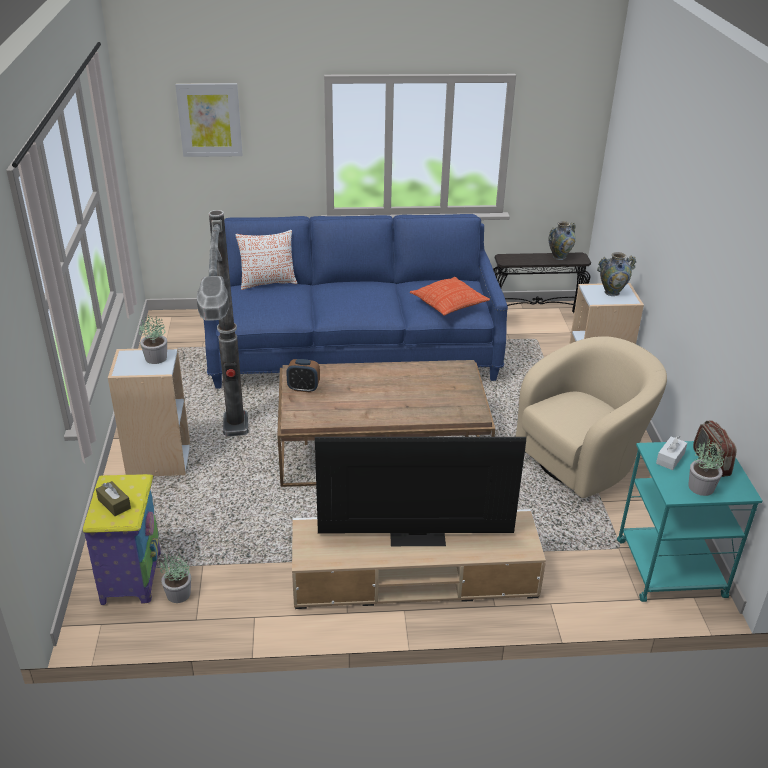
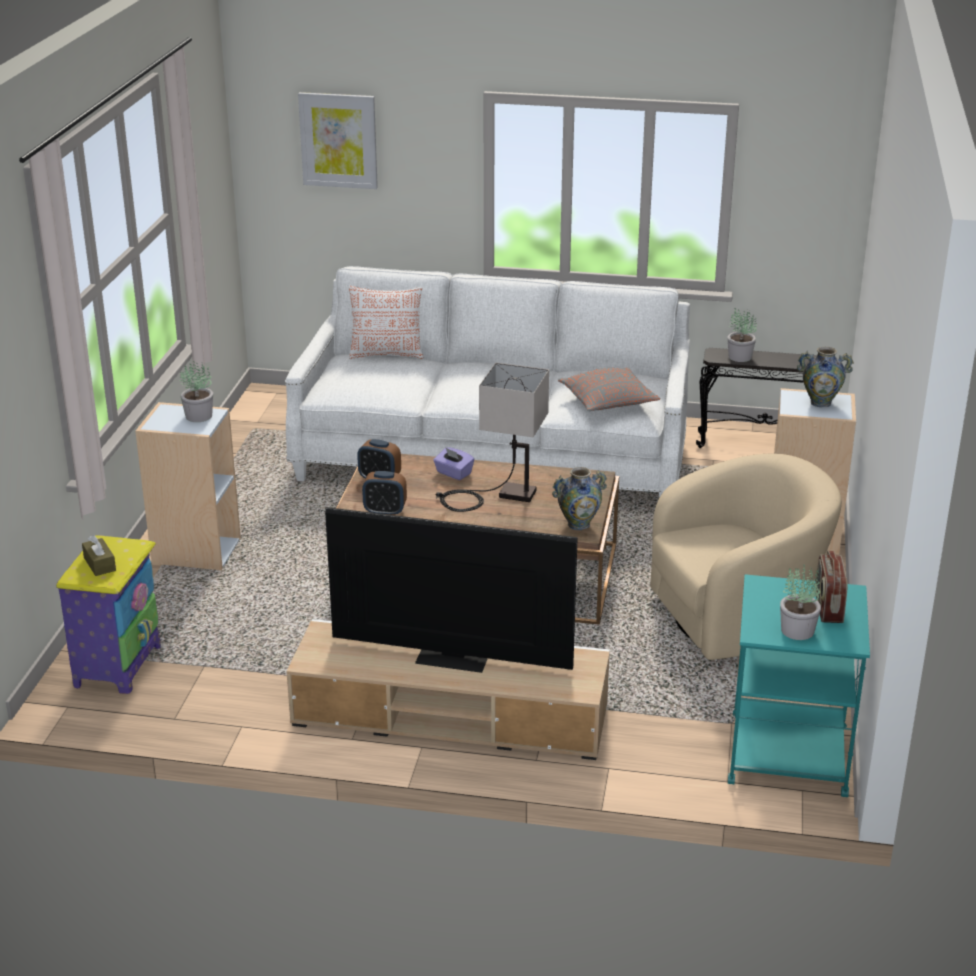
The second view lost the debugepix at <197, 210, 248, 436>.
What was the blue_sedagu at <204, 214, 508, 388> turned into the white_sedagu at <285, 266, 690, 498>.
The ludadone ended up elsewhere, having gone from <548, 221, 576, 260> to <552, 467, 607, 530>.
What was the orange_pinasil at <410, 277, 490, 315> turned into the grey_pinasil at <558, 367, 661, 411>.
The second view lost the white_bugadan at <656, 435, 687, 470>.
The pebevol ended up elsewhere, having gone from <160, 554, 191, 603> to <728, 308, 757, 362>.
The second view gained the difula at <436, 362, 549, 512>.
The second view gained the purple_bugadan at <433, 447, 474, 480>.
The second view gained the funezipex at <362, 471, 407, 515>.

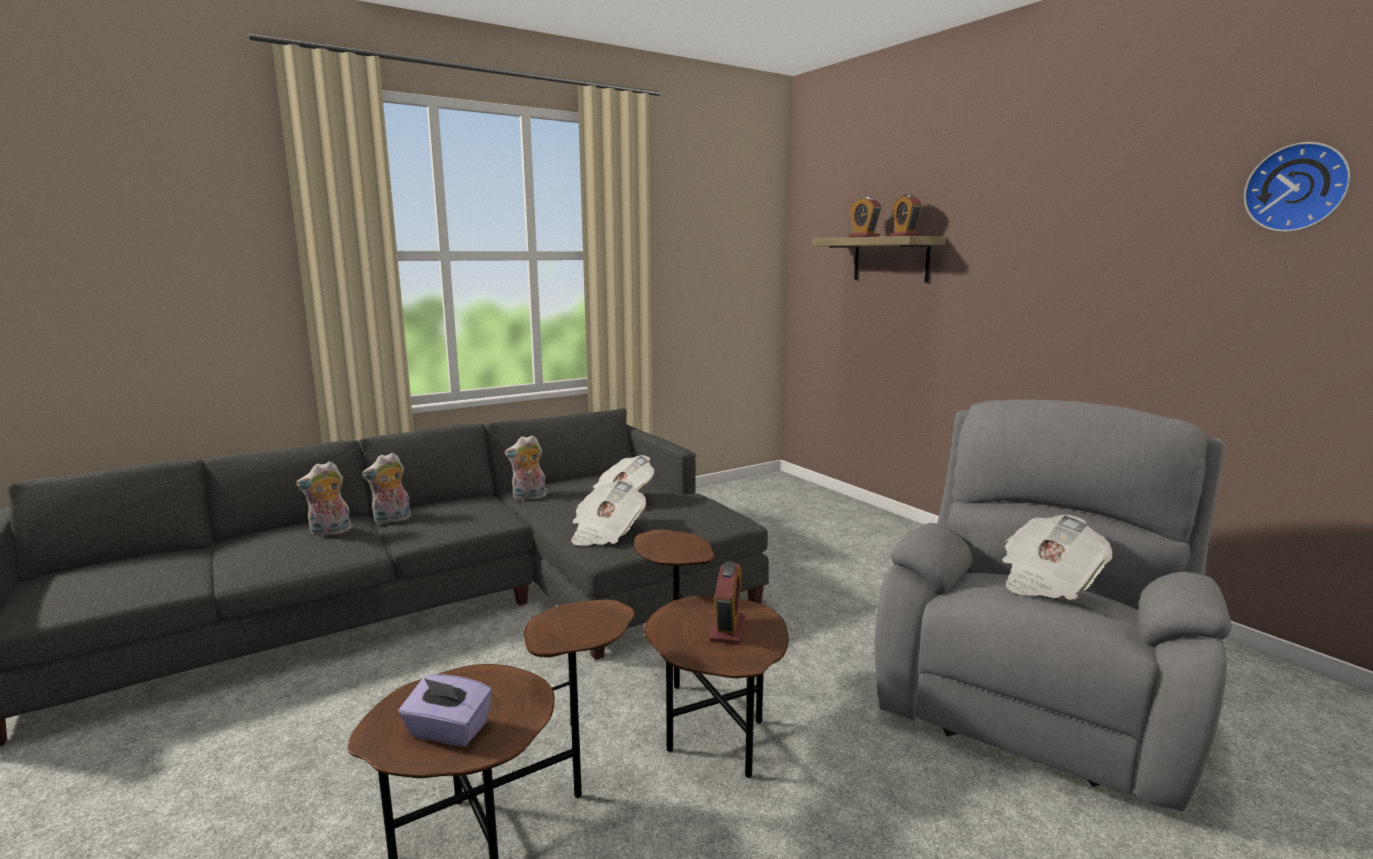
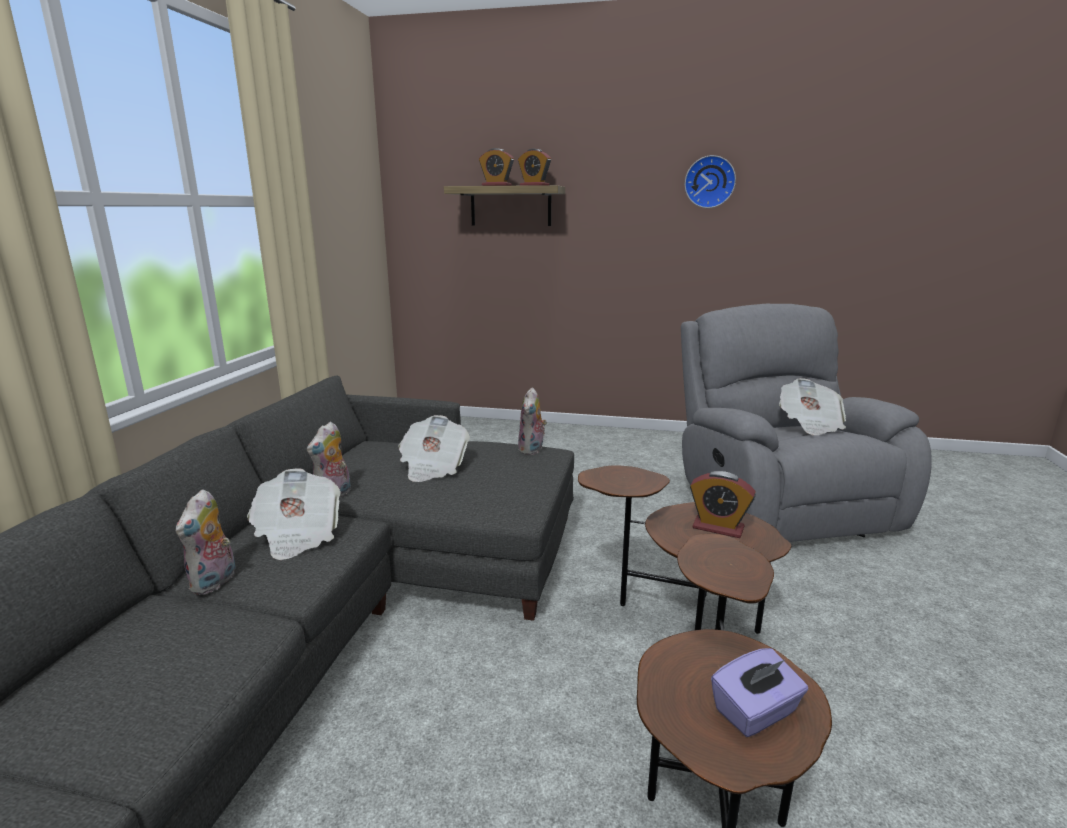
The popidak ended up elsewhere, having gone from <1244, 142, 1351, 232> to <685, 155, 736, 208>.
The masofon ended up elsewhere, having gone from <296, 461, 353, 537> to <518, 387, 547, 455>.
The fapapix ended up elsewhere, having gone from <571, 480, 646, 546> to <247, 468, 341, 560>.
The funezipex at <709, 561, 746, 644> ended up facing another way, 150 degrees clockwise from before.

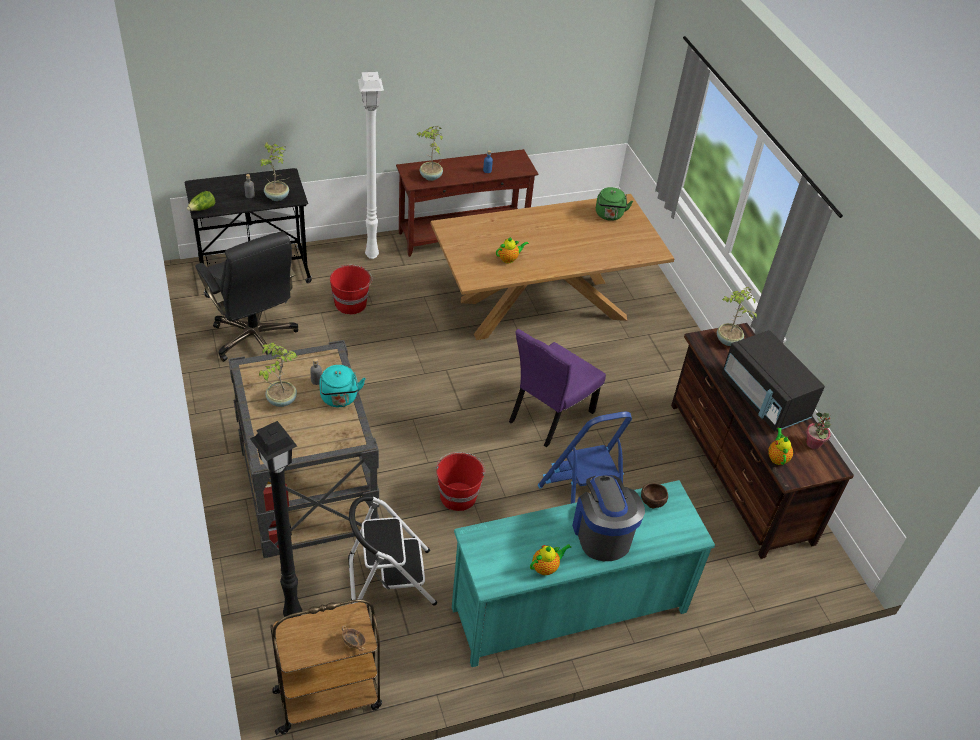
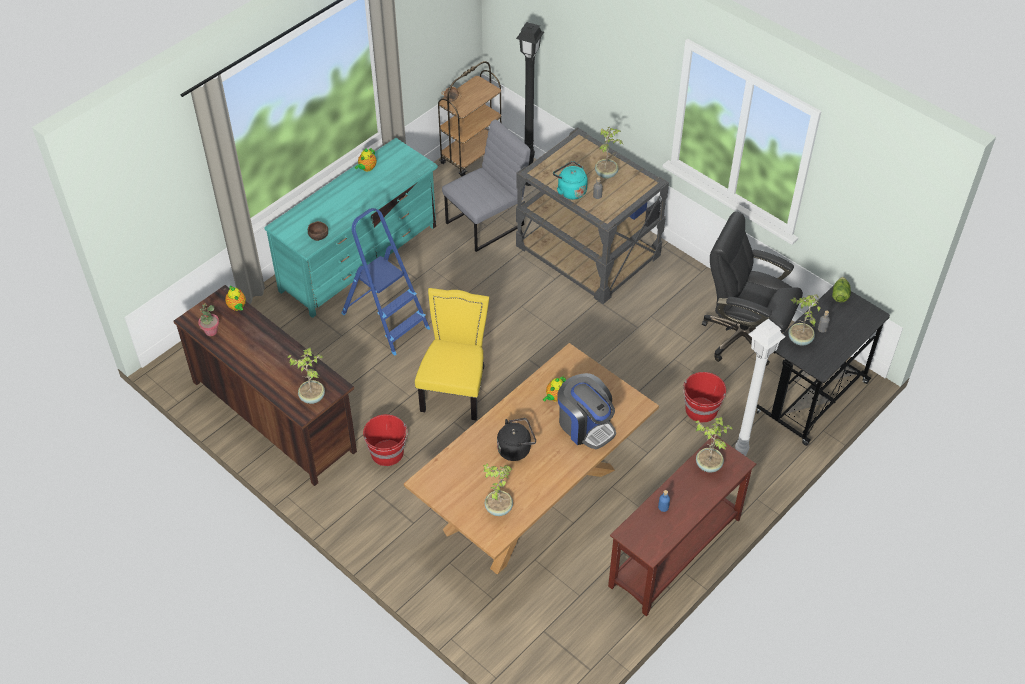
Where the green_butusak stood at <596, 187, 633, 221>, the pebevol came to stand at <483, 463, 513, 516>.
What was the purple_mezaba at <509, 329, 606, 447> turned into the yellow_mezaba at <415, 288, 489, 420>.
The second view lost the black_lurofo at <722, 330, 825, 432>.
The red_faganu ended up elsewhere, having gone from <436, 452, 485, 511> to <363, 414, 408, 466>.
The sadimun ended up elsewhere, having gone from <572, 474, 645, 561> to <557, 373, 616, 449>.
Where the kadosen stood at <348, 496, 437, 605>, the grey_mezaba came to stand at <442, 119, 530, 252>.
The second view gained the black_butusak at <497, 418, 536, 461>.

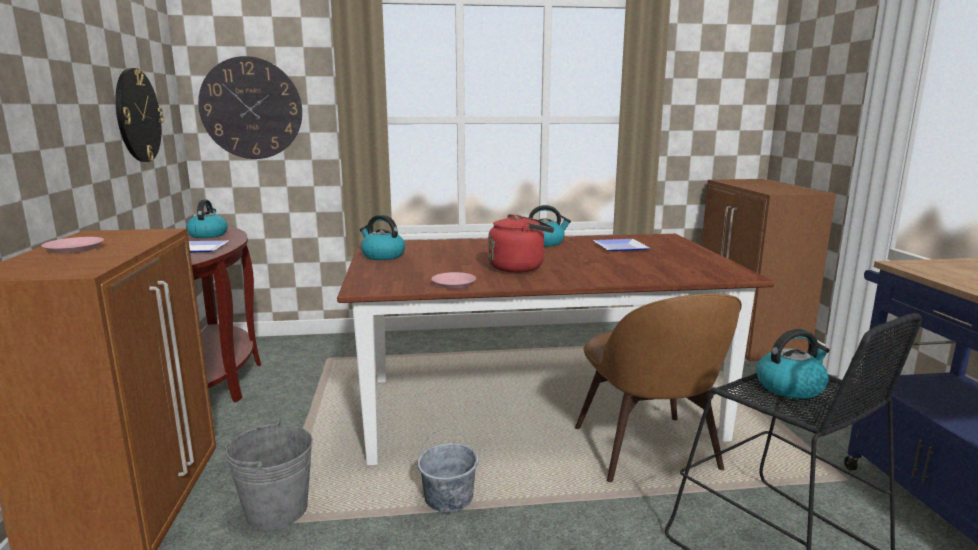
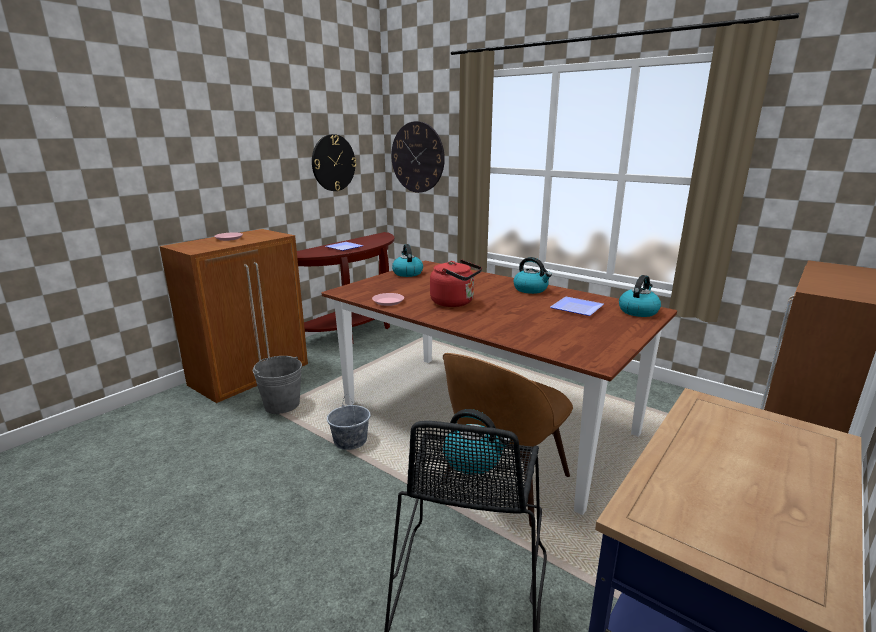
The butusak ended up elsewhere, having gone from <186, 200, 228, 238> to <619, 275, 661, 317>.

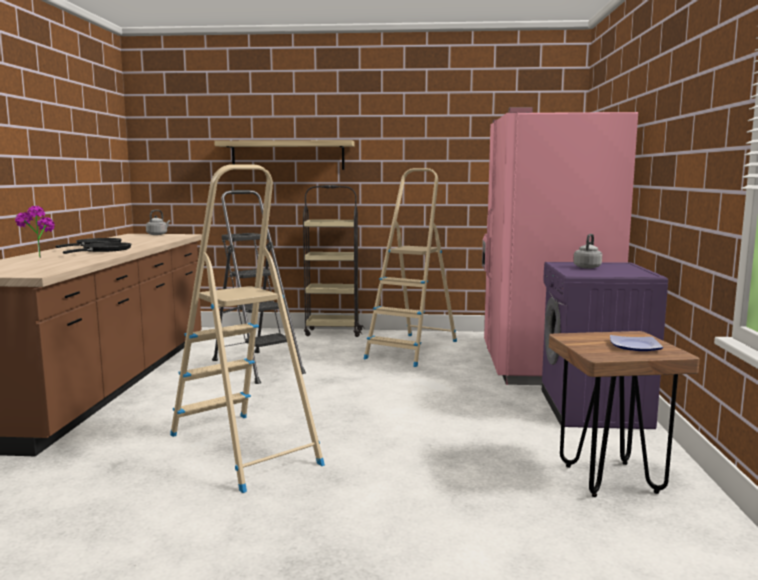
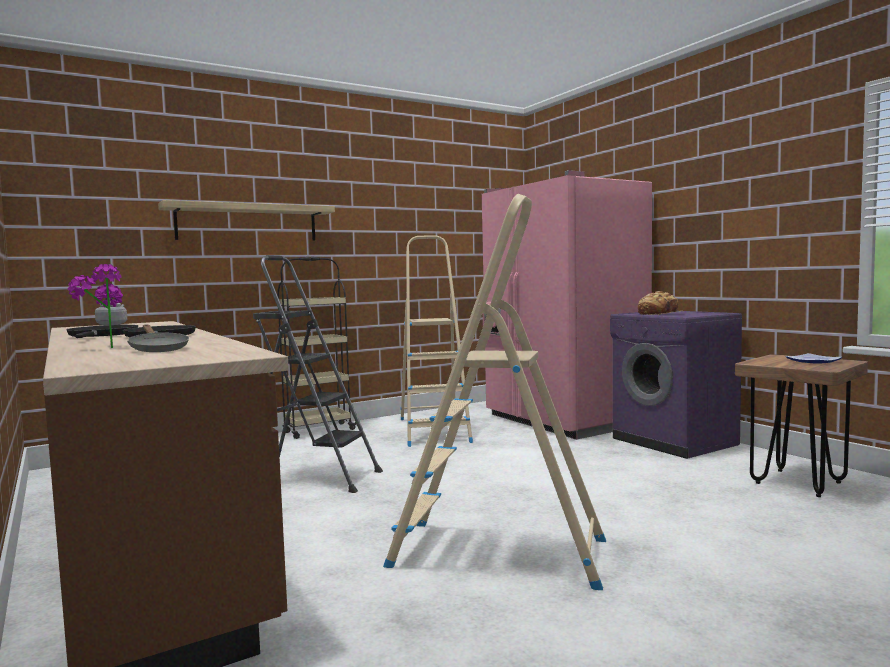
Where the grey_butusak stood at <573, 234, 602, 268>, the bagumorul came to stand at <638, 291, 683, 315>.
The second view gained the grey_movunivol at <127, 325, 189, 352>.

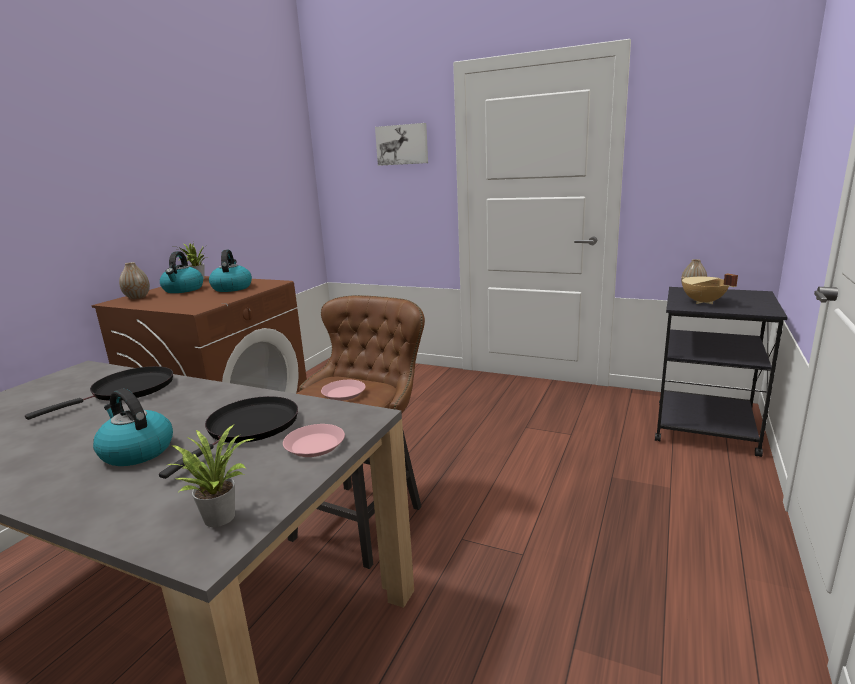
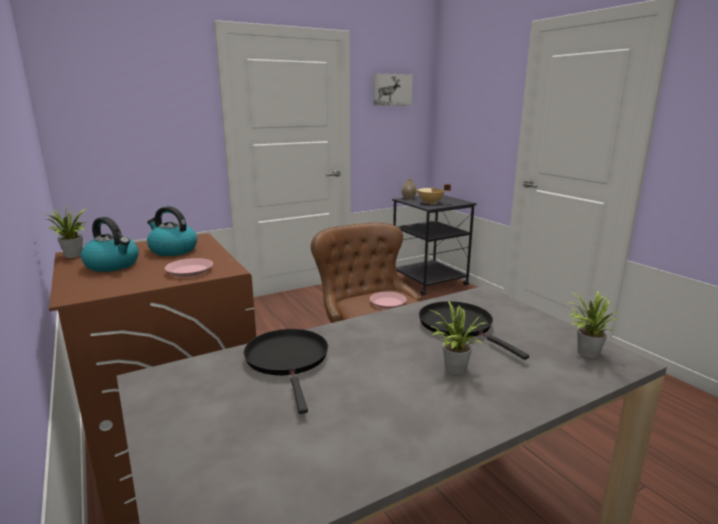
The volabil ended up elsewhere, having gone from <375, 123, 428, 166> to <373, 74, 413, 106>.
The second view lost the ludadone at <119, 262, 150, 299>.
Where the butusak stood at <93, 389, 173, 466>, the pebevol came to stand at <430, 301, 485, 374>.
The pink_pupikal ended up elsewhere, having gone from <283, 424, 345, 457> to <165, 258, 213, 277>.

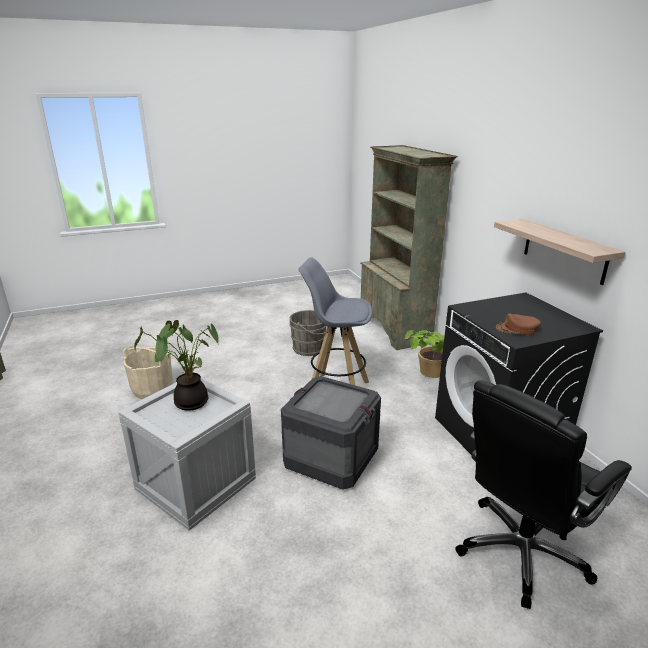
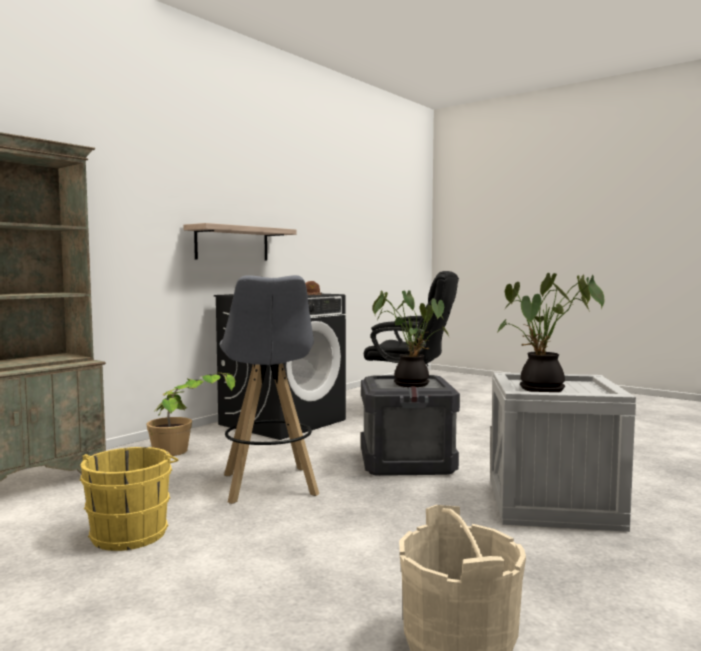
What was the grey_faganu at <289, 310, 327, 356> turned into the yellow_faganu at <80, 447, 178, 551>.
The second view gained the pebevol at <373, 290, 449, 387>.

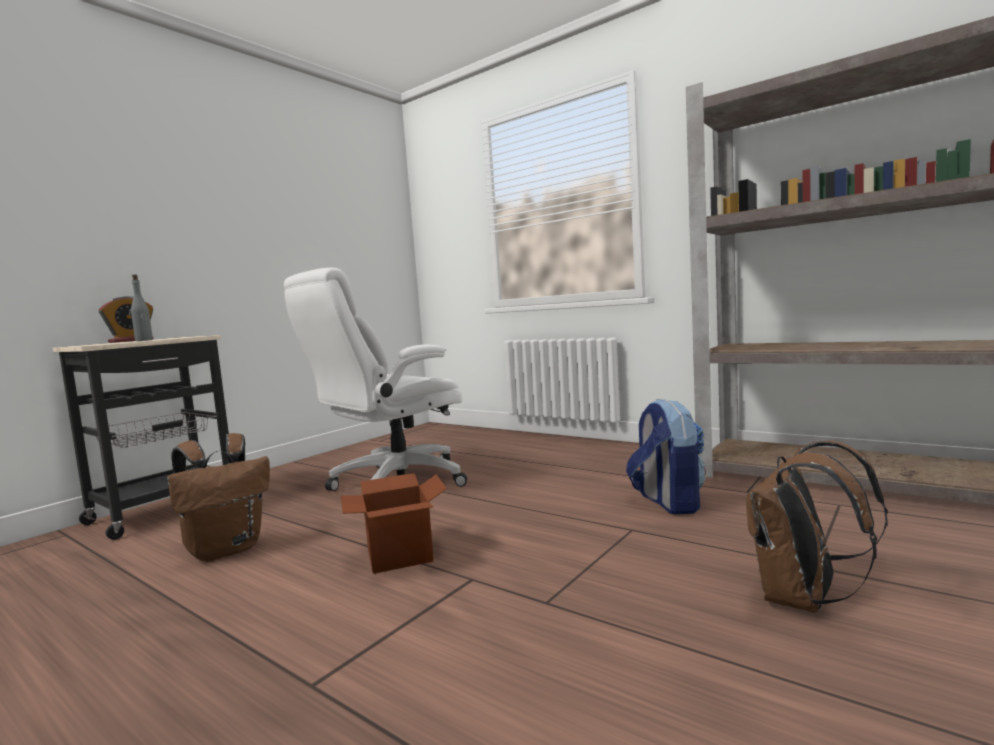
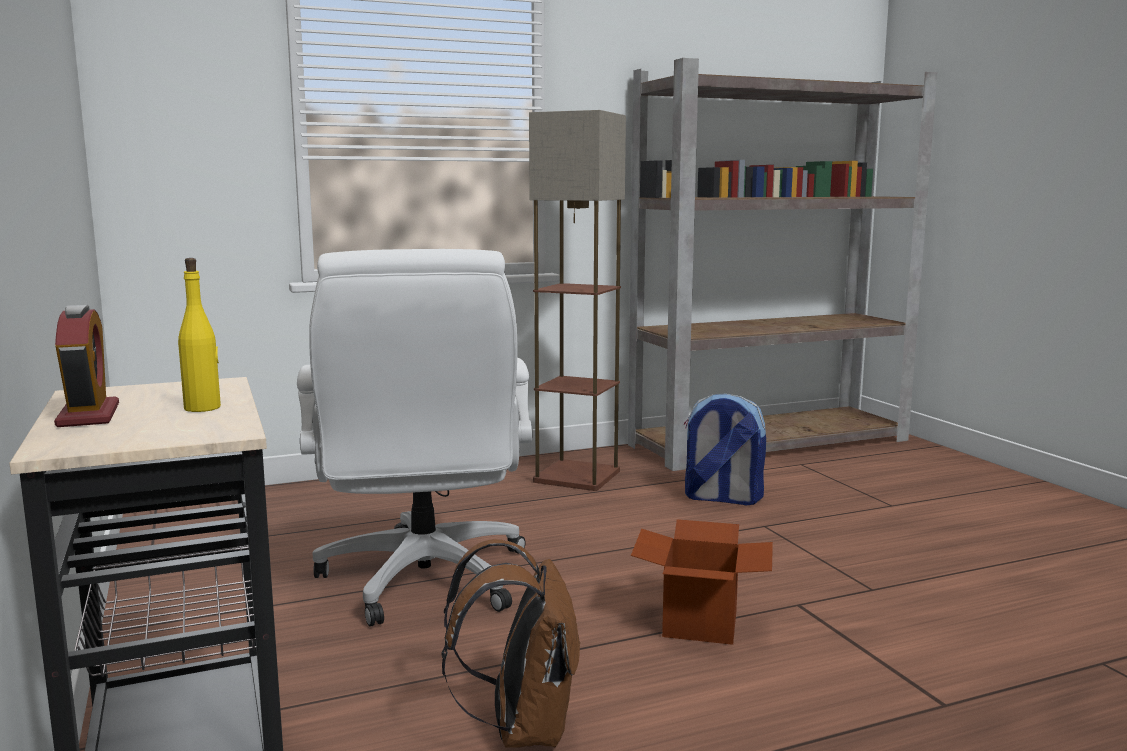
What was the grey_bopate at <131, 274, 153, 341> turned into the yellow_bopate at <178, 258, 221, 412>.
The second view lost the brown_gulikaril at <746, 440, 888, 613>.
The second view gained the debugepix at <529, 110, 626, 491>.

